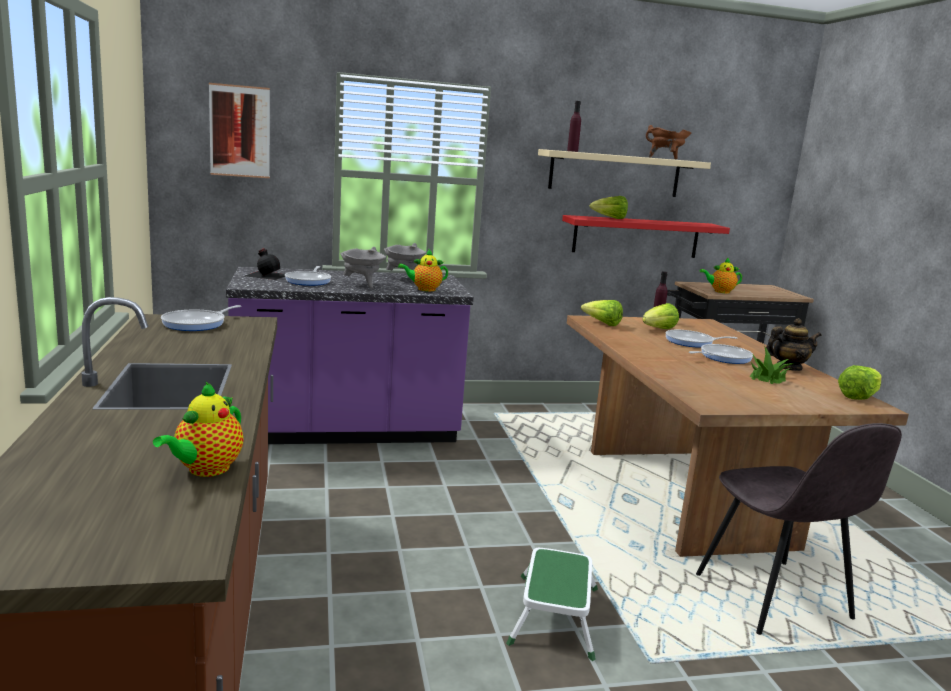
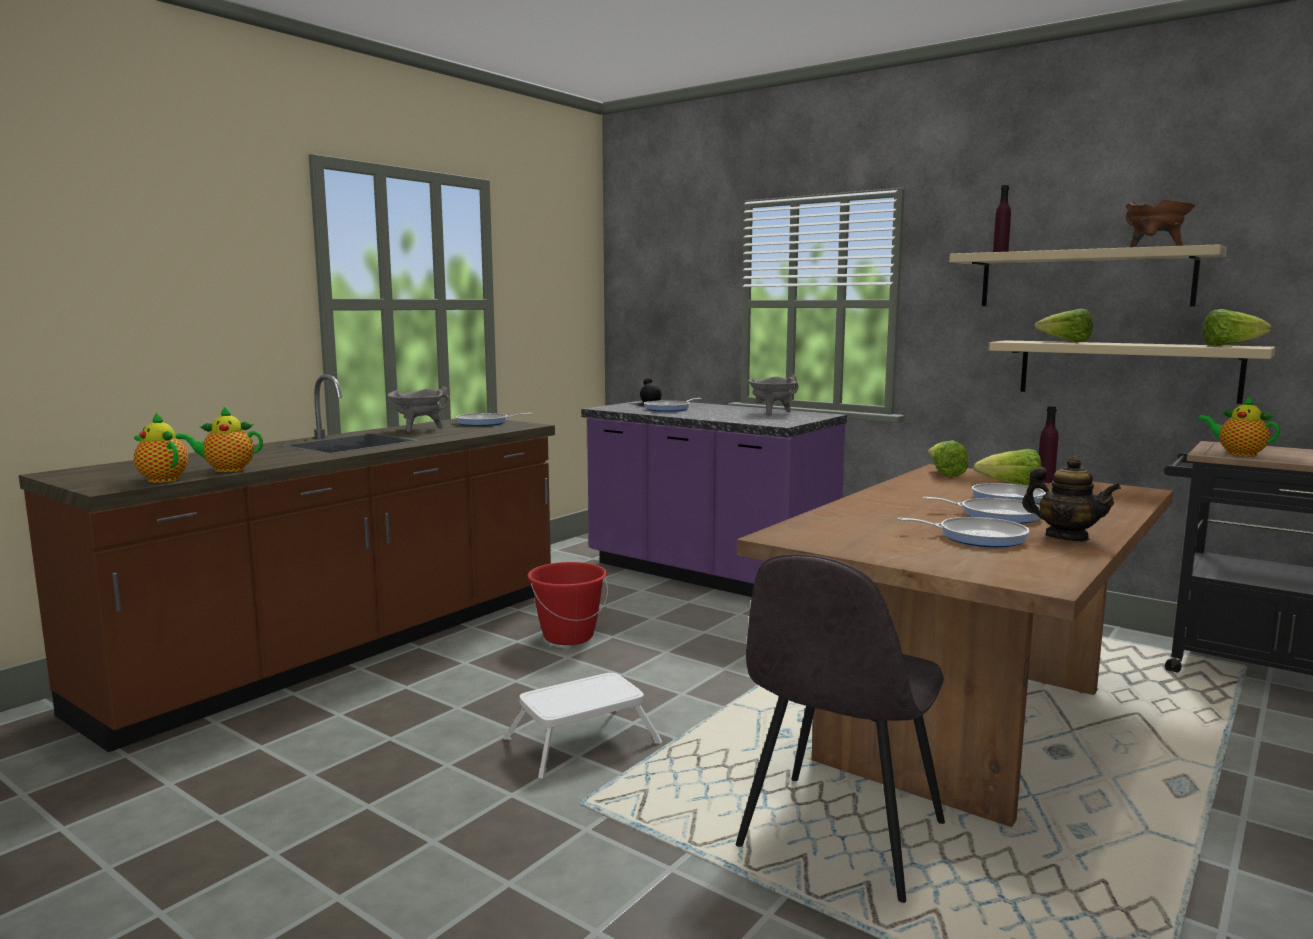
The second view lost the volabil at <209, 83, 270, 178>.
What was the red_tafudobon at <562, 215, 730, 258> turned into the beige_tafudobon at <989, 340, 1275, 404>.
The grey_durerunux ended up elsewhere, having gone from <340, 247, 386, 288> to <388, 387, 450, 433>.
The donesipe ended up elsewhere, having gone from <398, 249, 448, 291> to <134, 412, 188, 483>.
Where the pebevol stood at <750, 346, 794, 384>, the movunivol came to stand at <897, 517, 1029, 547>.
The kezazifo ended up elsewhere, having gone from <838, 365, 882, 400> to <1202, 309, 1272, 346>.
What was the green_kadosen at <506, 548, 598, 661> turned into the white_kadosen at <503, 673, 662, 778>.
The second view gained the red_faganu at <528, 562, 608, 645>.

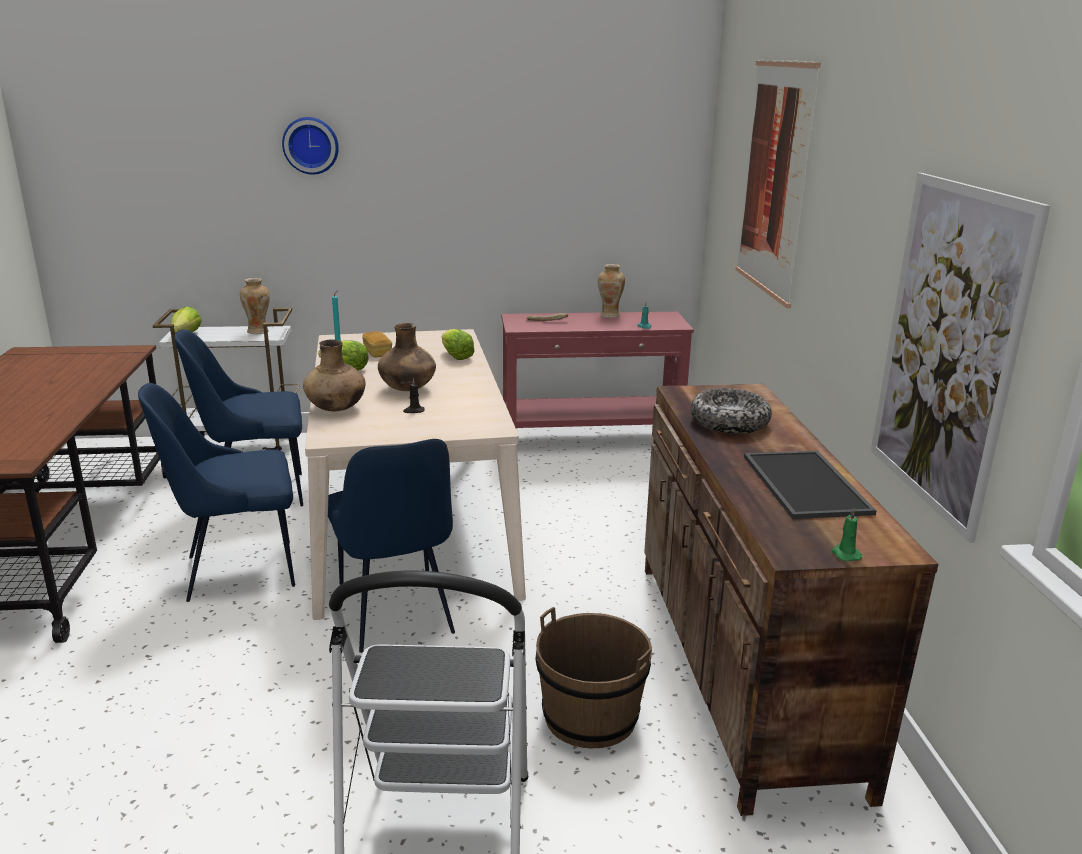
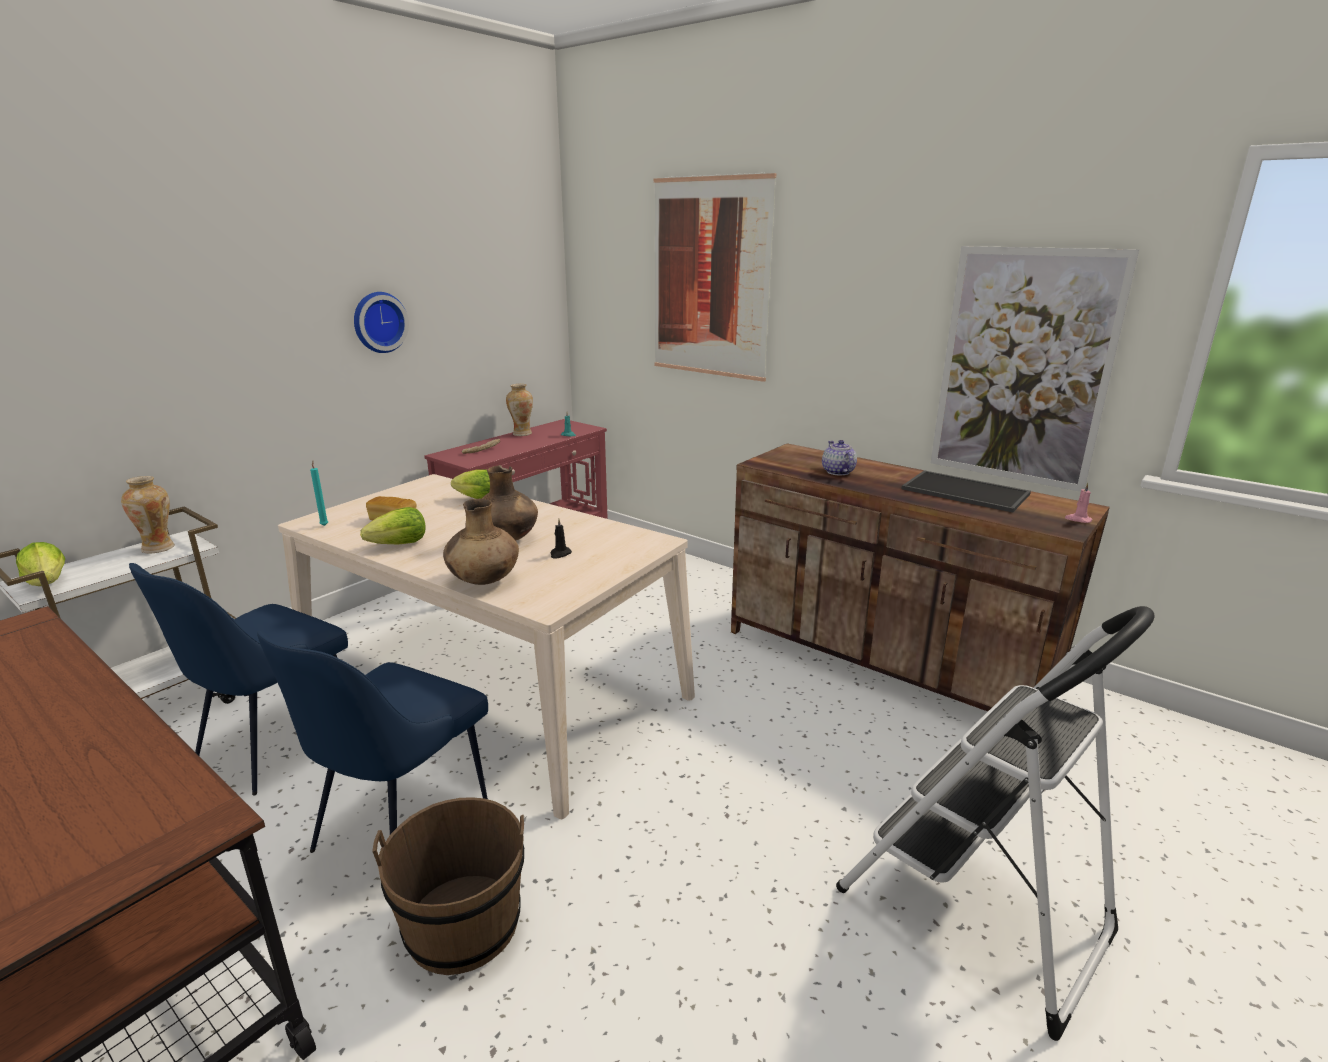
The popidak ended up elsewhere, having gone from <282, 117, 339, 175> to <354, 292, 409, 353>.
Where the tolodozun stood at <691, 388, 772, 434>, the donesipe came to stand at <822, 440, 857, 475>.
The second view lost the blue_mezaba at <328, 439, 455, 653>.
What was the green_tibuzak at <832, 508, 862, 561> turned into the pink_tibuzak at <1065, 483, 1092, 523>.
The brown_faganu ended up elsewhere, having gone from <535, 607, 652, 748> to <373, 797, 524, 975>.

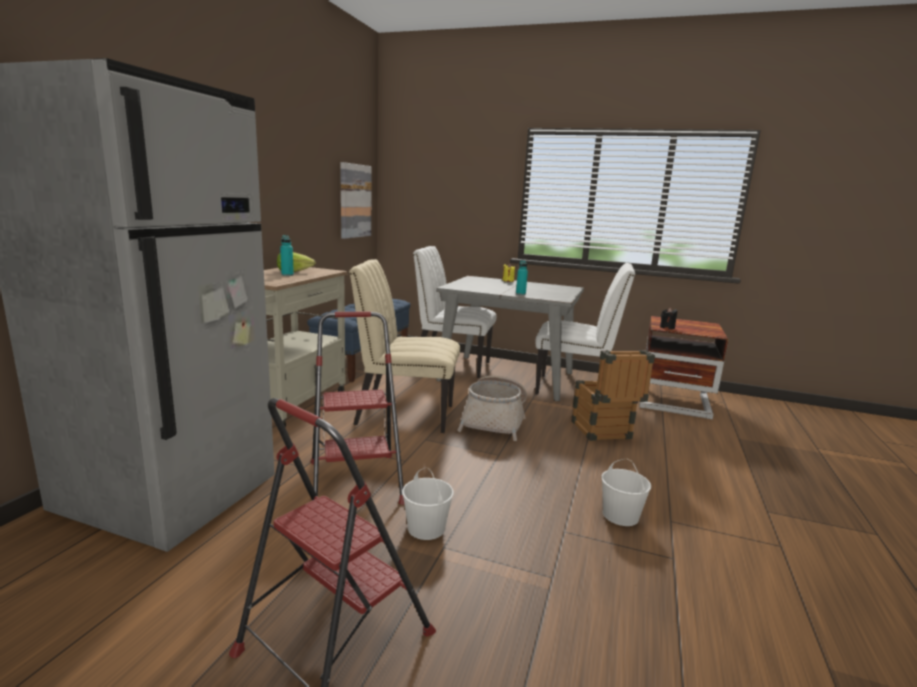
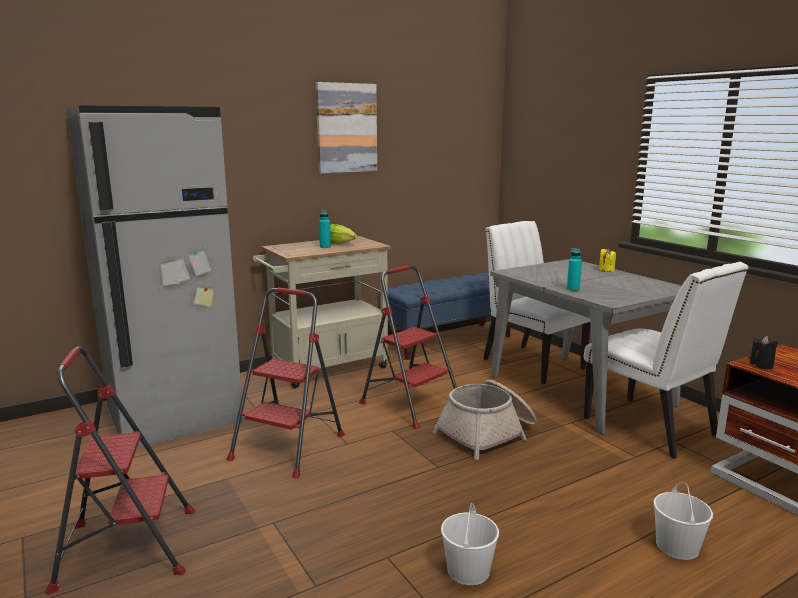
The volabil ended up elsewhere, having gone from <340, 162, 372, 239> to <316, 82, 377, 174>.
Where the beige_mezaba stood at <349, 259, 460, 433>, the red_kadosen came to stand at <359, 265, 457, 429>.
The second view lost the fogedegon at <571, 350, 655, 441>.
The white_faganu ended up elsewhere, having gone from <402, 467, 454, 540> to <653, 482, 713, 560>.

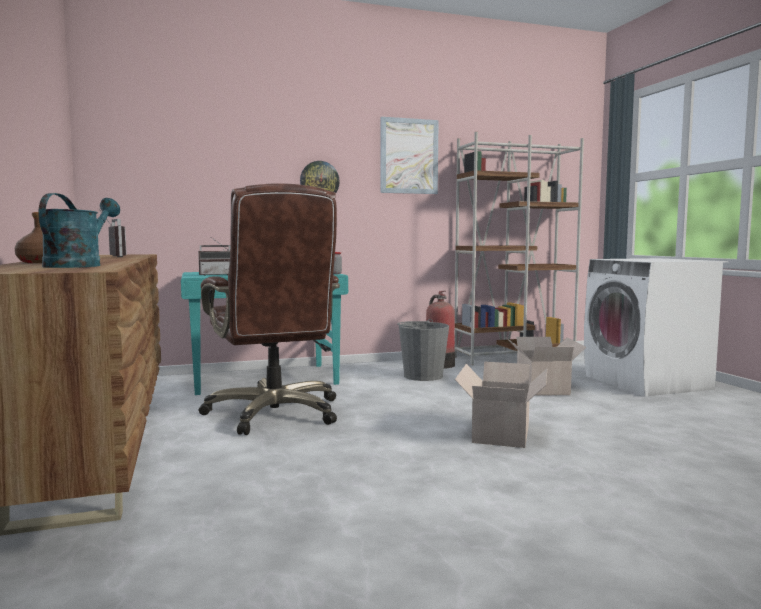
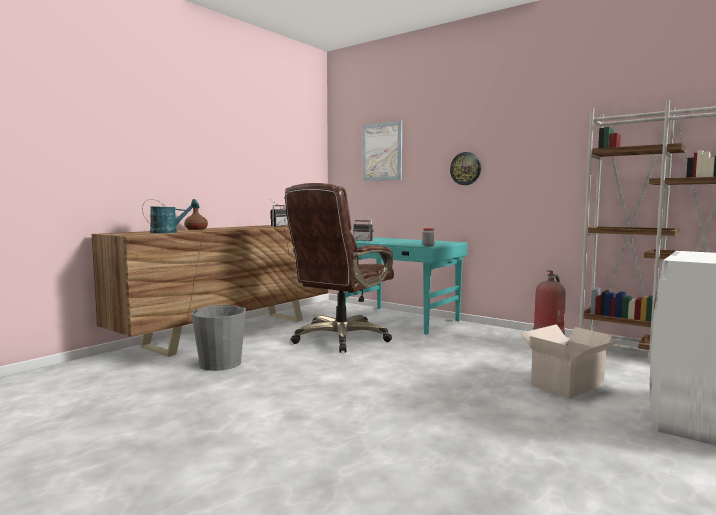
The volabil ended up elsewhere, having gone from <381, 117, 439, 194> to <363, 121, 402, 181>.
The grey_faganu ended up elsewhere, having gone from <397, 319, 449, 381> to <191, 304, 246, 371>.
The second view lost the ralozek at <455, 362, 547, 448>.

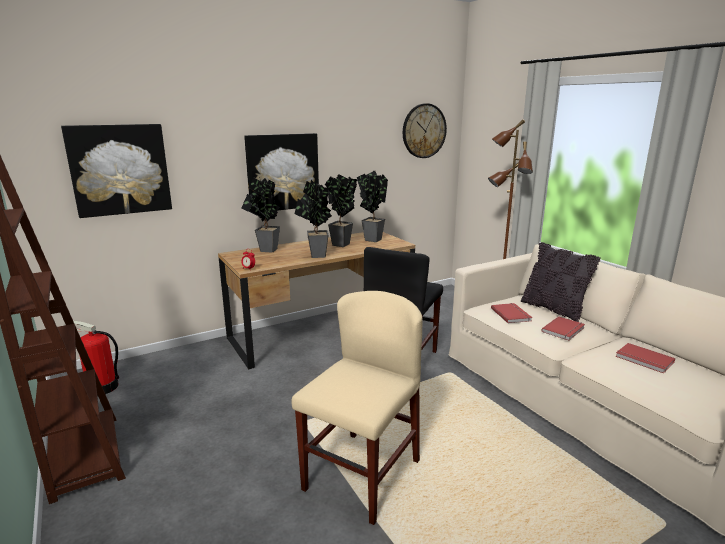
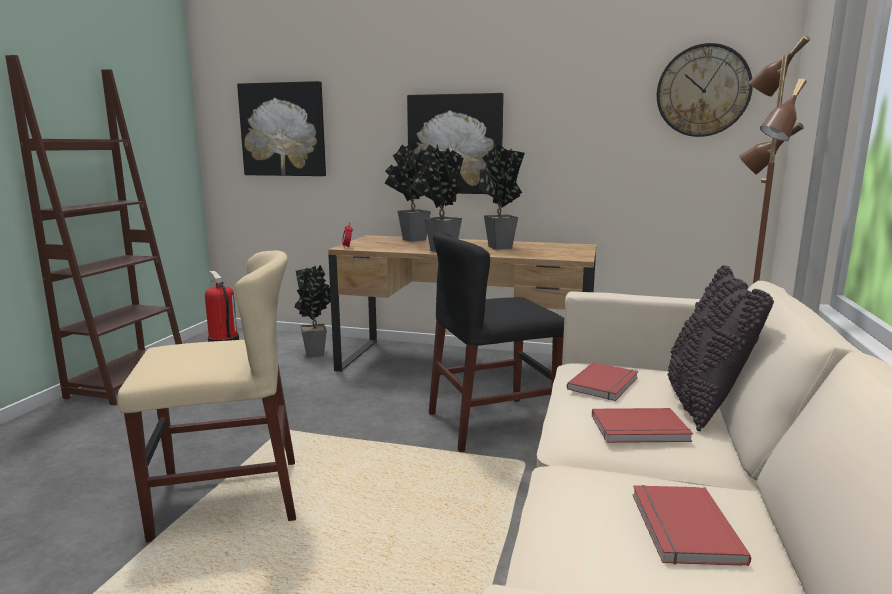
The pebevol ended up elsewhere, having gone from <357, 171, 388, 242> to <294, 265, 331, 358>.

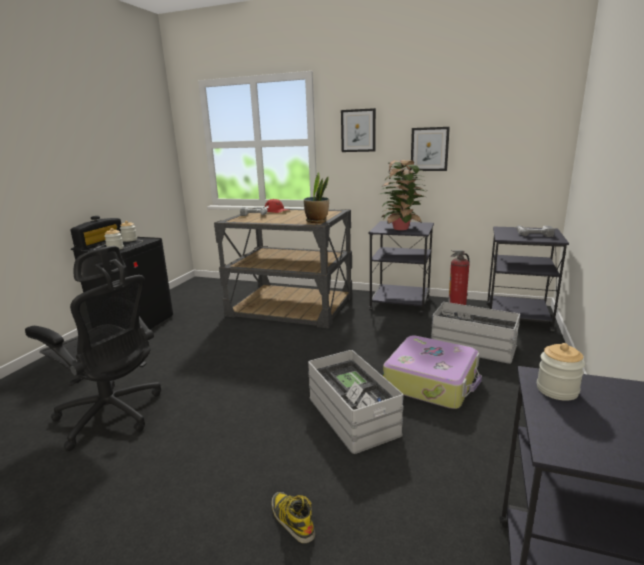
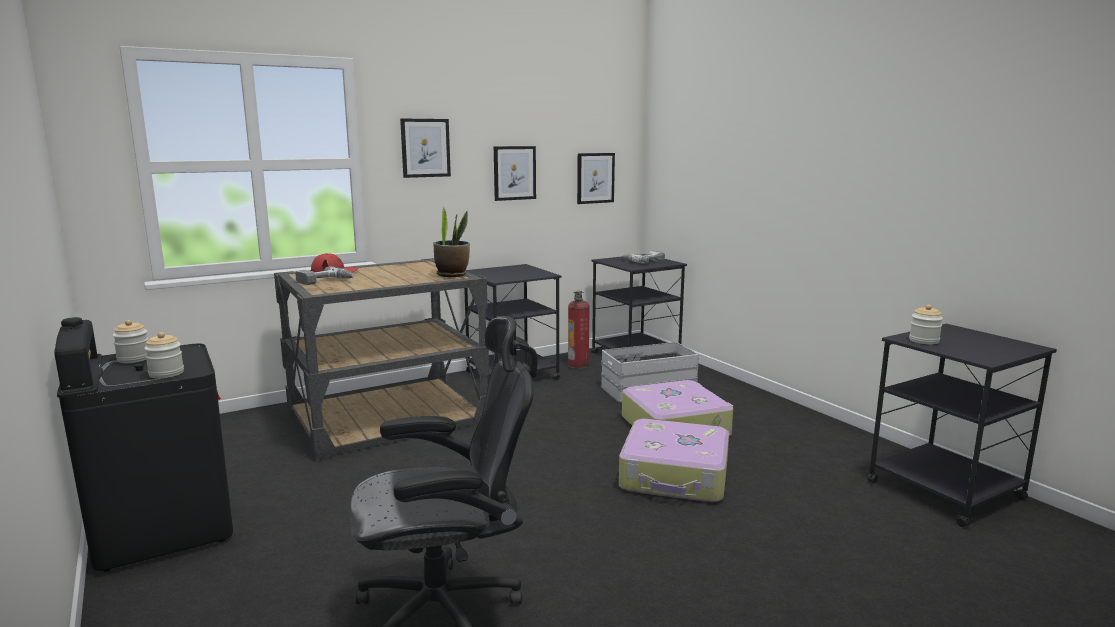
The second view lost the pebevol at <378, 160, 427, 230>.
Where the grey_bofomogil stood at <308, 350, 403, 454>, the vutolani came to stand at <619, 419, 729, 502>.
The second view lost the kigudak at <271, 492, 315, 543>.
The second view gained the volabil at <577, 153, 615, 204>.

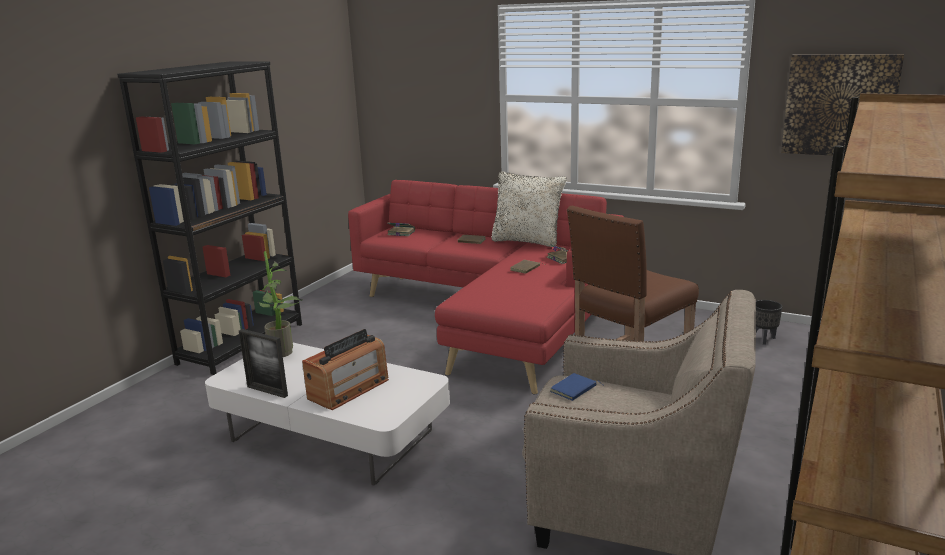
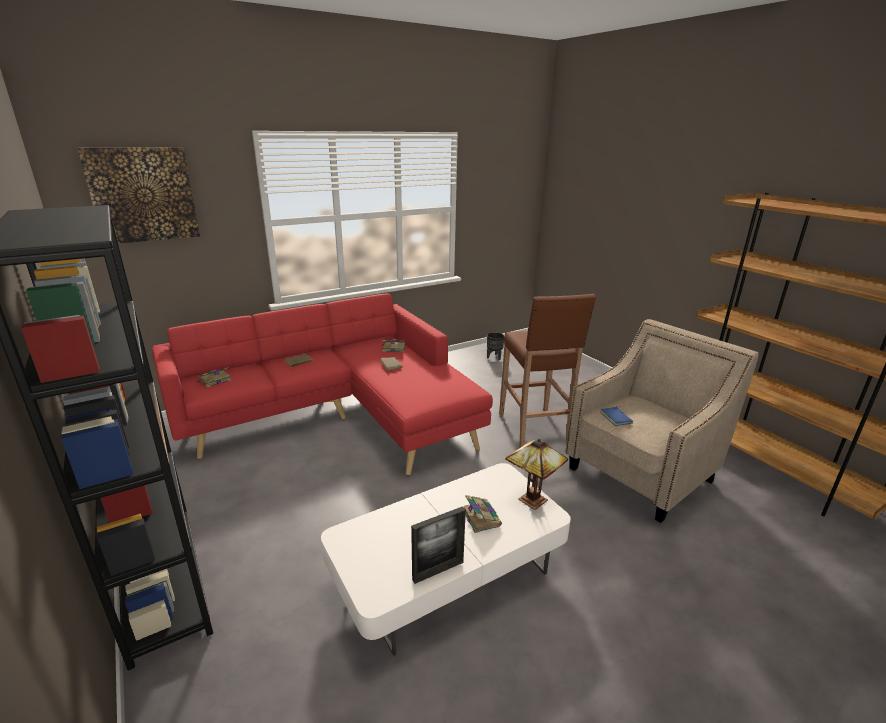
The volabil ended up elsewhere, having gone from <781, 54, 904, 156> to <78, 147, 200, 243>.
The second view lost the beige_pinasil at <492, 171, 566, 248>.
The second view lost the pebevol at <258, 251, 302, 357>.
Where the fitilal stood at <302, 329, 389, 410>, the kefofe came to stand at <464, 495, 502, 533>.
The second view gained the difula at <506, 439, 568, 510>.

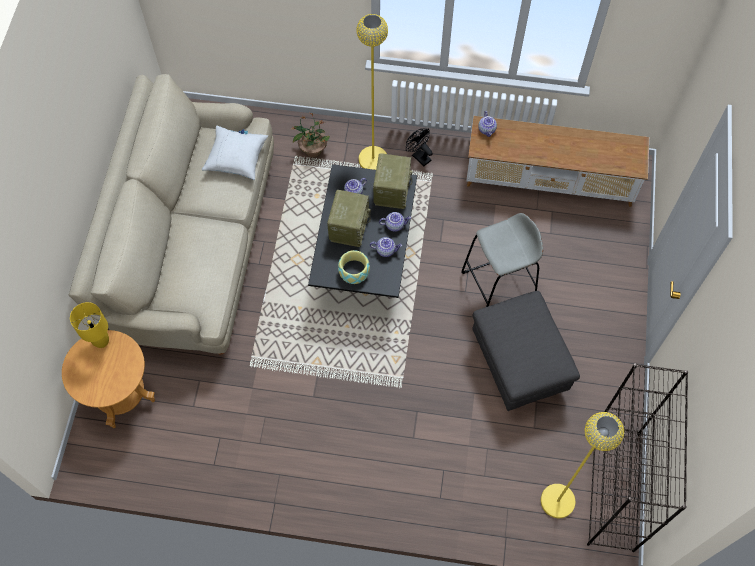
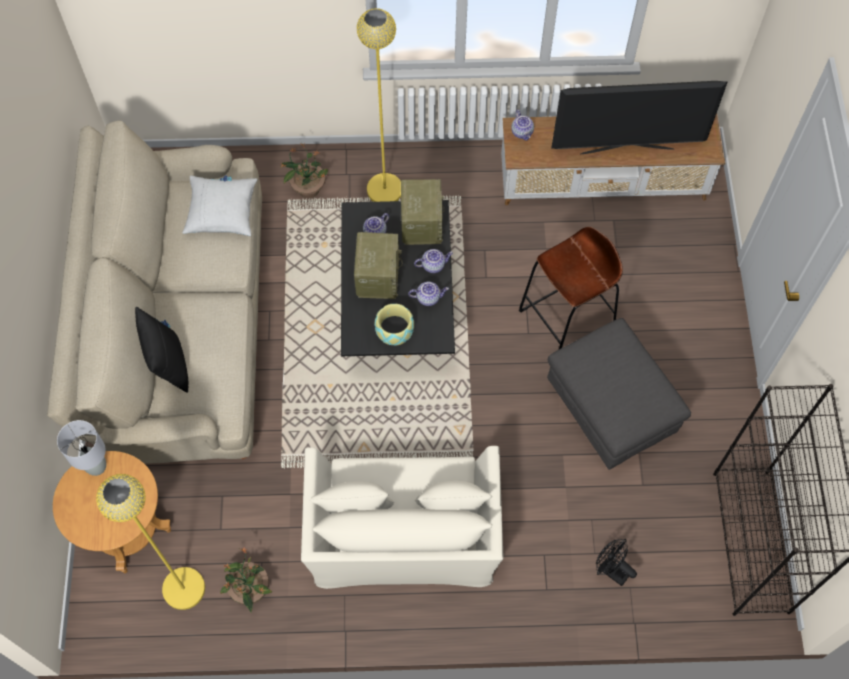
The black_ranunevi ended up elsewhere, having gone from <406, 128, 433, 166> to <596, 539, 637, 586>.
What was the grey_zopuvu at <461, 213, 543, 307> turned into the brown_zopuvu at <519, 227, 623, 349>.
What was the yellow_difula at <70, 302, 109, 348> turned into the grey_difula at <57, 420, 106, 476>.
The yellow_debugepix ended up elsewhere, having gone from <541, 412, 624, 518> to <96, 474, 205, 610>.
The second view gained the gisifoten at <551, 81, 727, 154>.
The second view gained the black_pinasil at <135, 307, 188, 393>.
The second view gained the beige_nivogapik at <301, 446, 504, 589>.
The second view gained the pebevol at <220, 547, 272, 612>.

